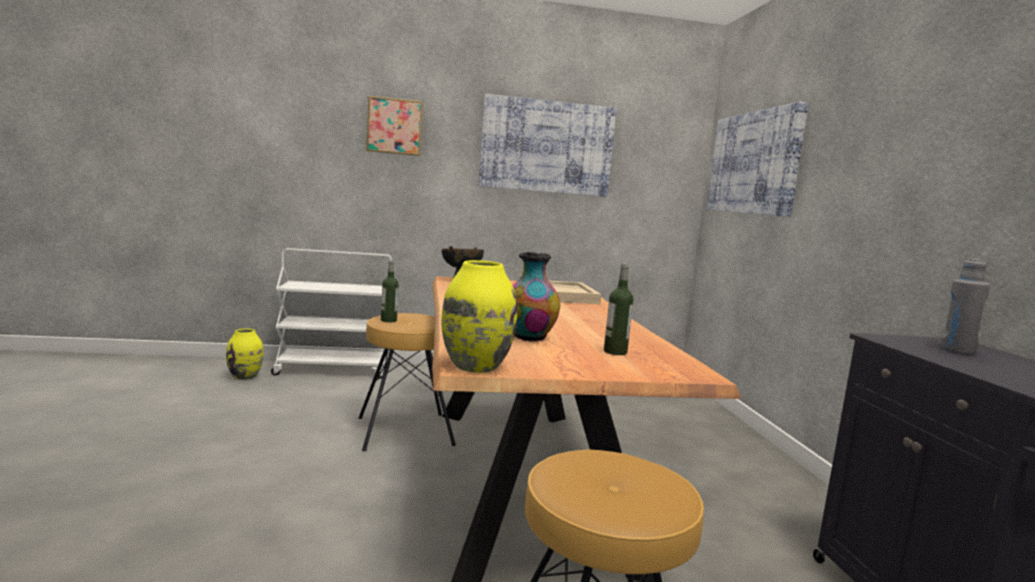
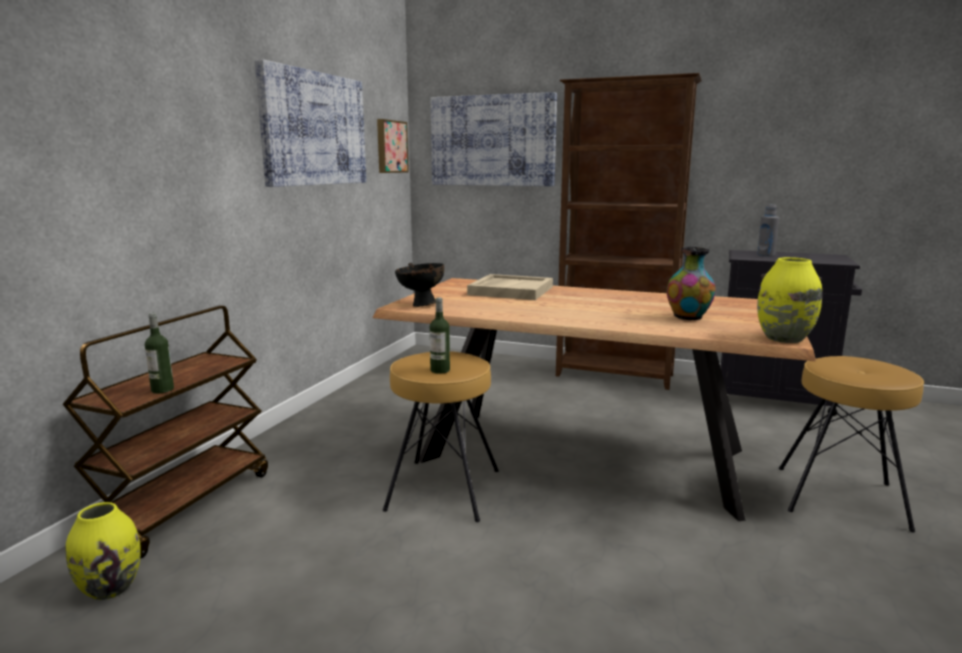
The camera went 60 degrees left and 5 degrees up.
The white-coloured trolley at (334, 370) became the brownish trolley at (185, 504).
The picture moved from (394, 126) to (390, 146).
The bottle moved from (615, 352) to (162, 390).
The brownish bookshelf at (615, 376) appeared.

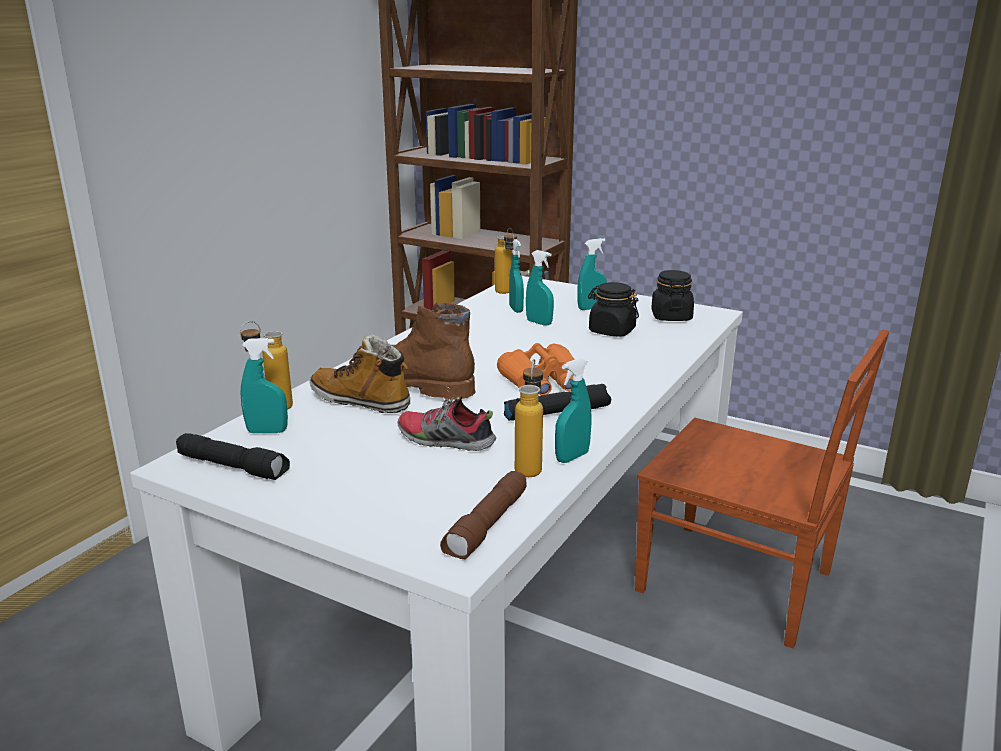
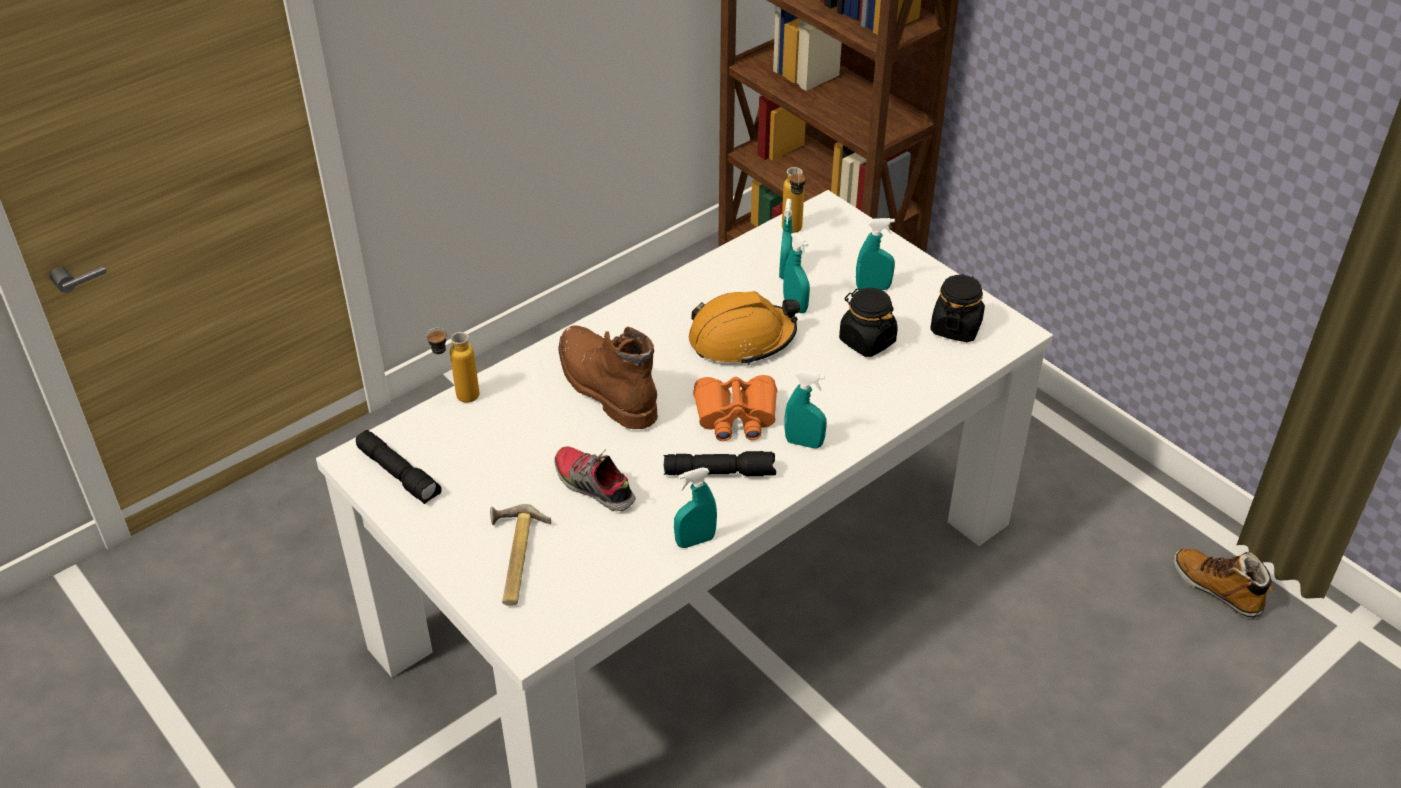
The camera went 20 degrees right and 20 degrees up.
The blue-green sprayer moved from (267, 431) to (804, 443).
The tall boot moved from (361, 401) to (1217, 589).
The brownish hand torch at (488, 526) disappeared.
The bottle at (529, 466) disappeared.
The brownish upright chair at (739, 583) disappeared.
The hand hammer at (513, 558) appeared.
The orangey work helmet at (742, 339) appeared.

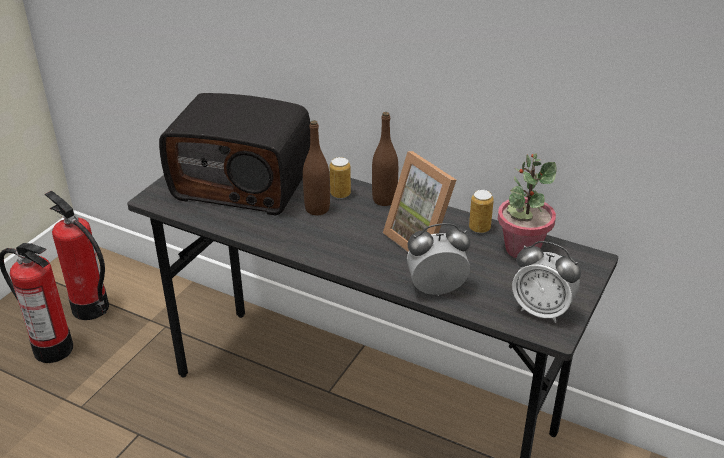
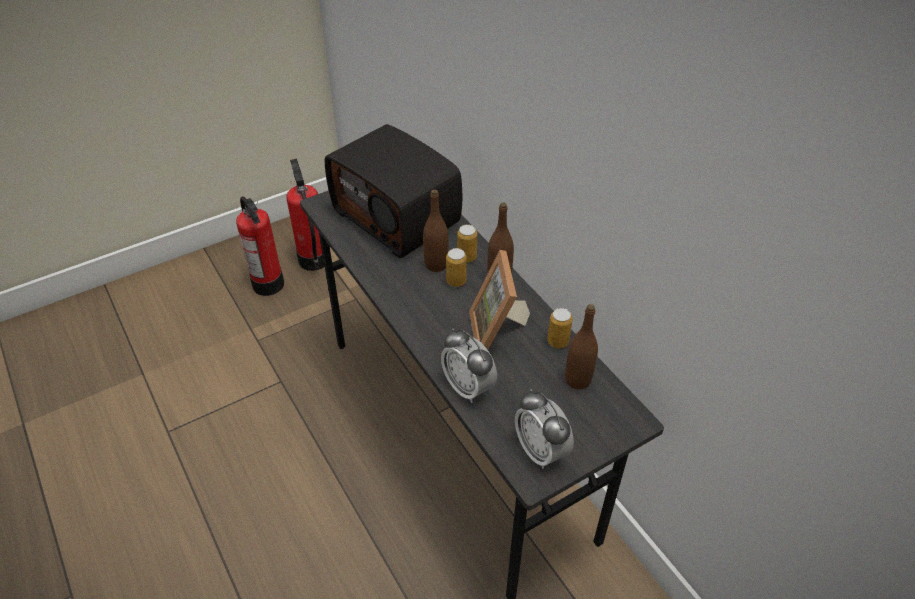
The camera went 30 degrees right and 10 degrees up.
The table clock at (436, 289) turned 150 degrees counterclockwise.
The potted plant at (521, 249) was replaced by the brownish bottle at (577, 380).
The can at (456, 281) appeared.

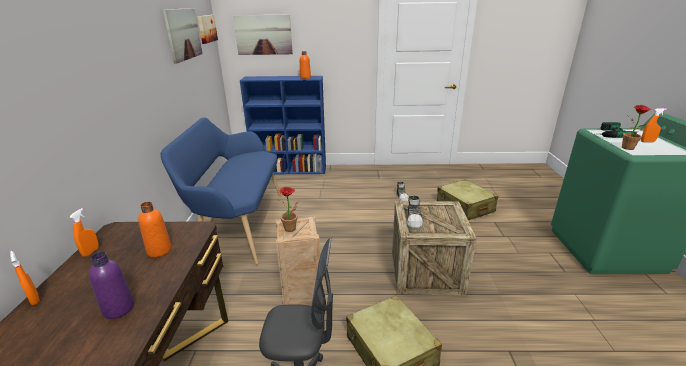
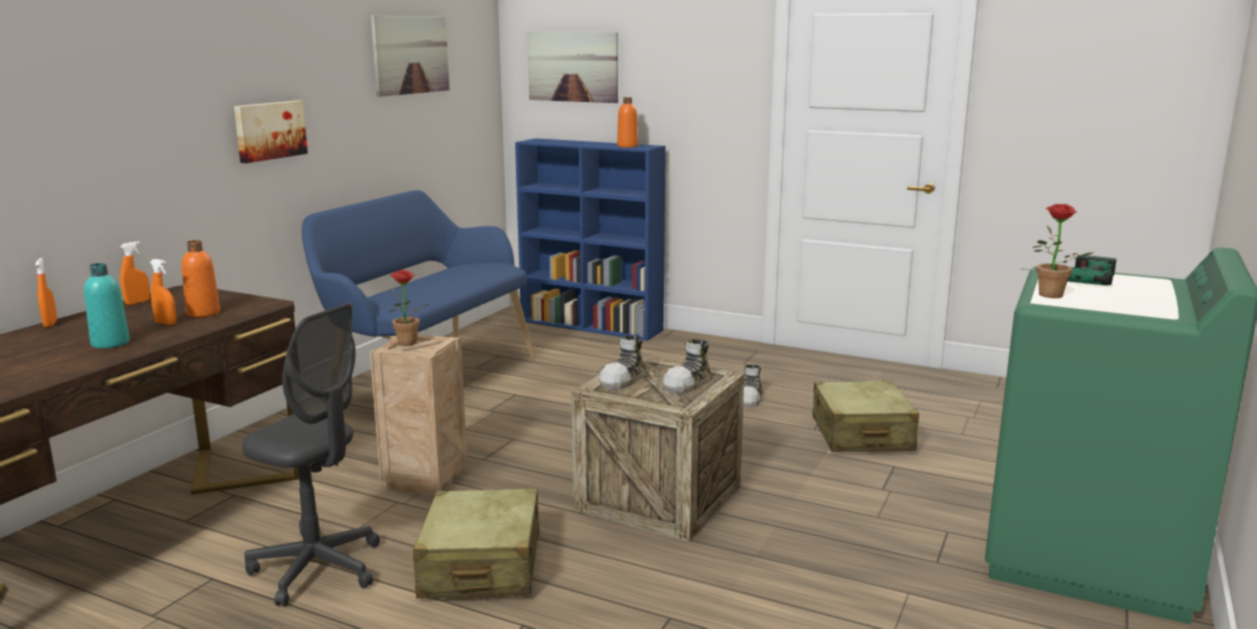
The camera went 25 degrees right and 10 degrees down.
The purplish bottle at (118, 308) became the blue-green bottle at (110, 343).
The picture moved from (206, 28) to (269, 130).
The orangey sprayer moved from (647, 141) to (166, 323).
The item of footwear at (688, 384) appeared.

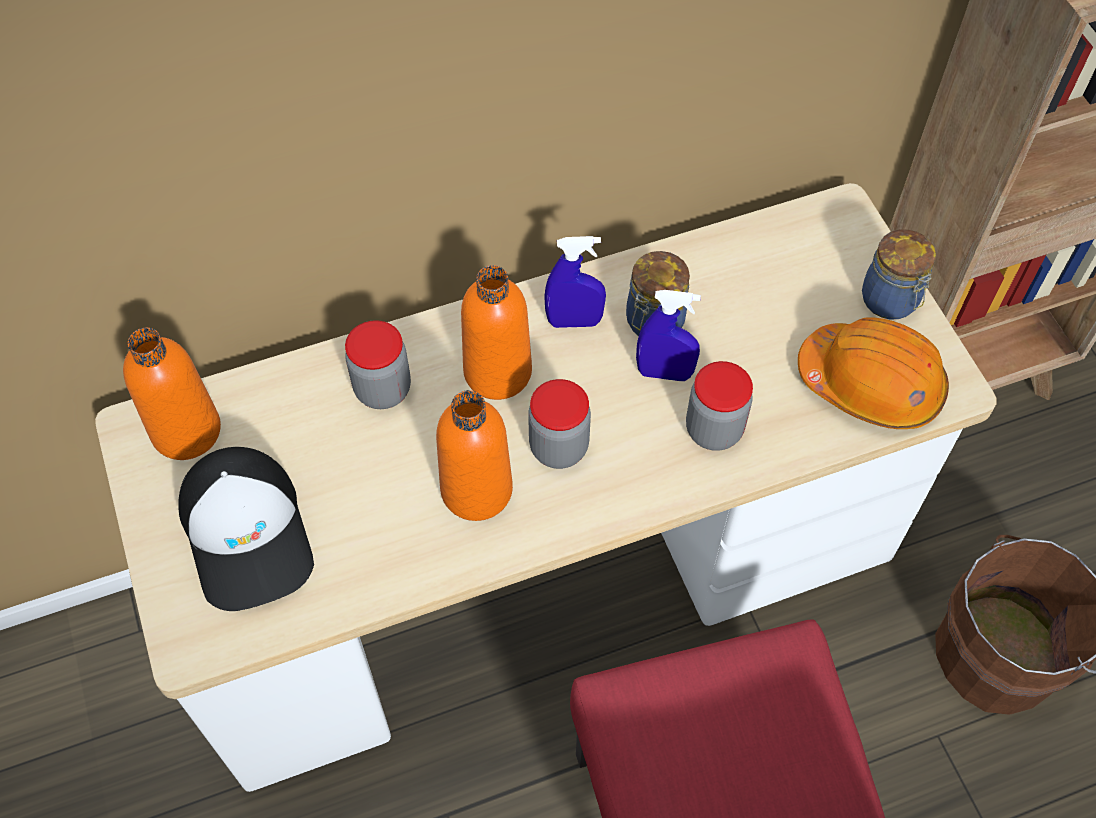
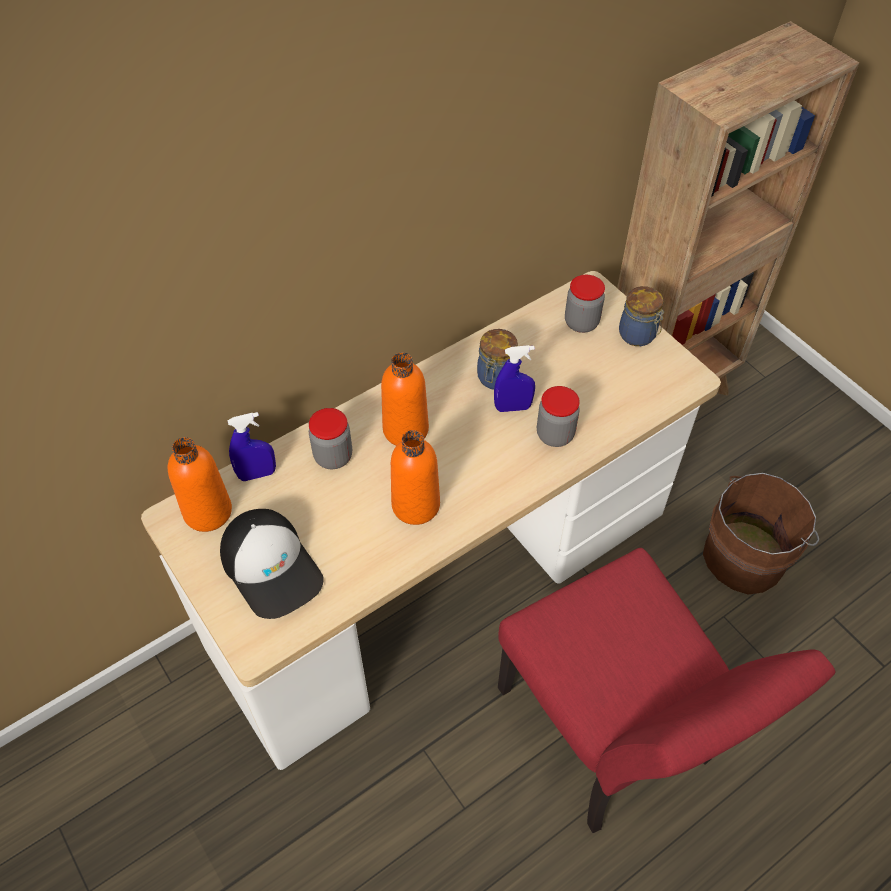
The camera went 15 degrees left and 5 degrees down.
The preserve jar moved from (559, 447) to (581, 322).
The blue-coloured sprayer moved from (574, 321) to (257, 474).
The orangey work helmet at (871, 384) disappeared.

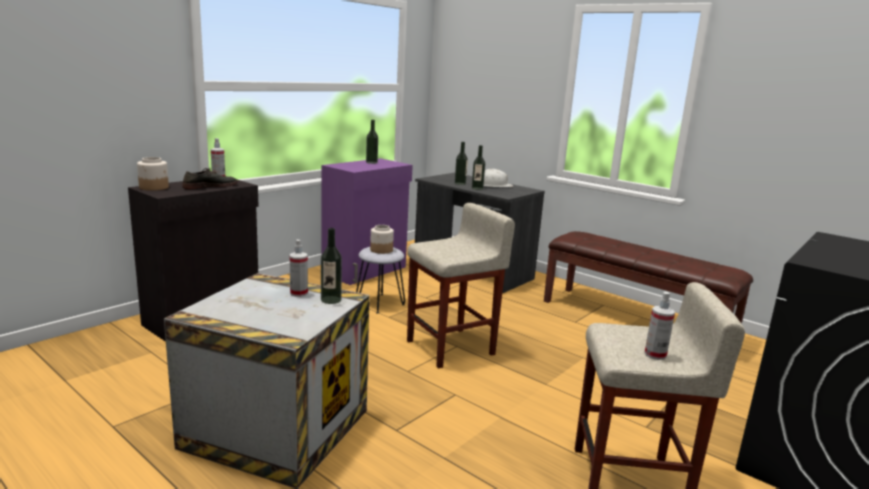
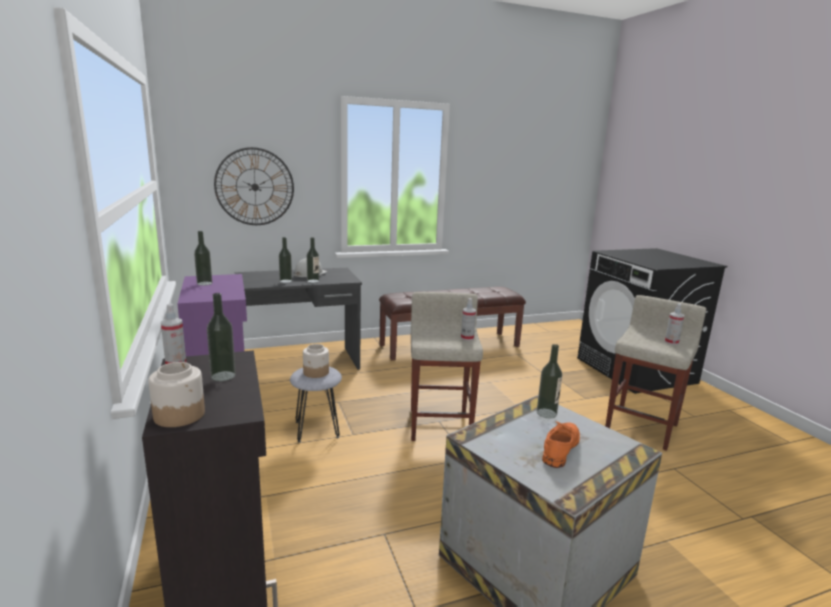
The camera went 60 degrees left and 0 degrees up.
The gray item of footwear at (210, 186) was replaced by the bottle at (223, 376).
The sprayer moved from (299, 293) to (467, 338).
The wall clock at (255, 187) appeared.
The orangey item of footwear at (560, 447) appeared.

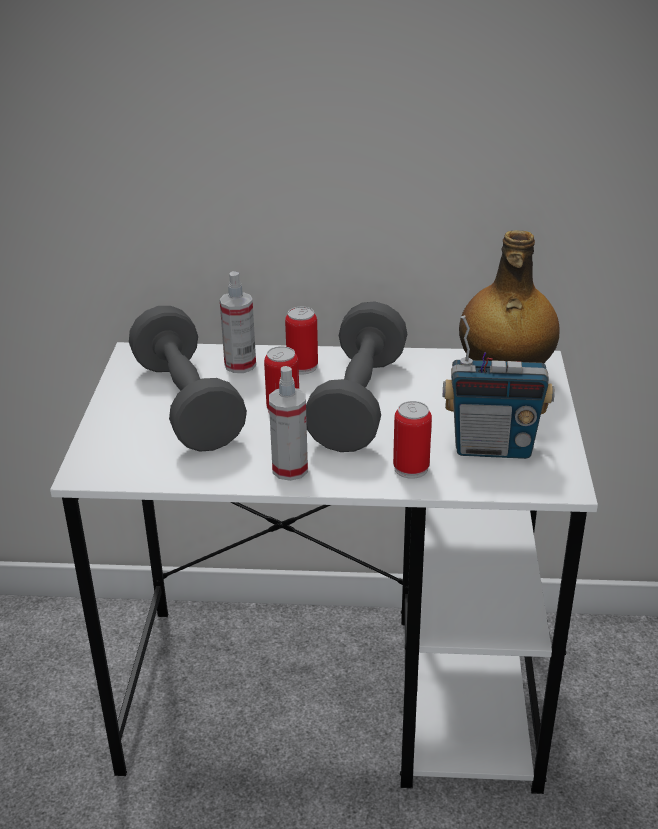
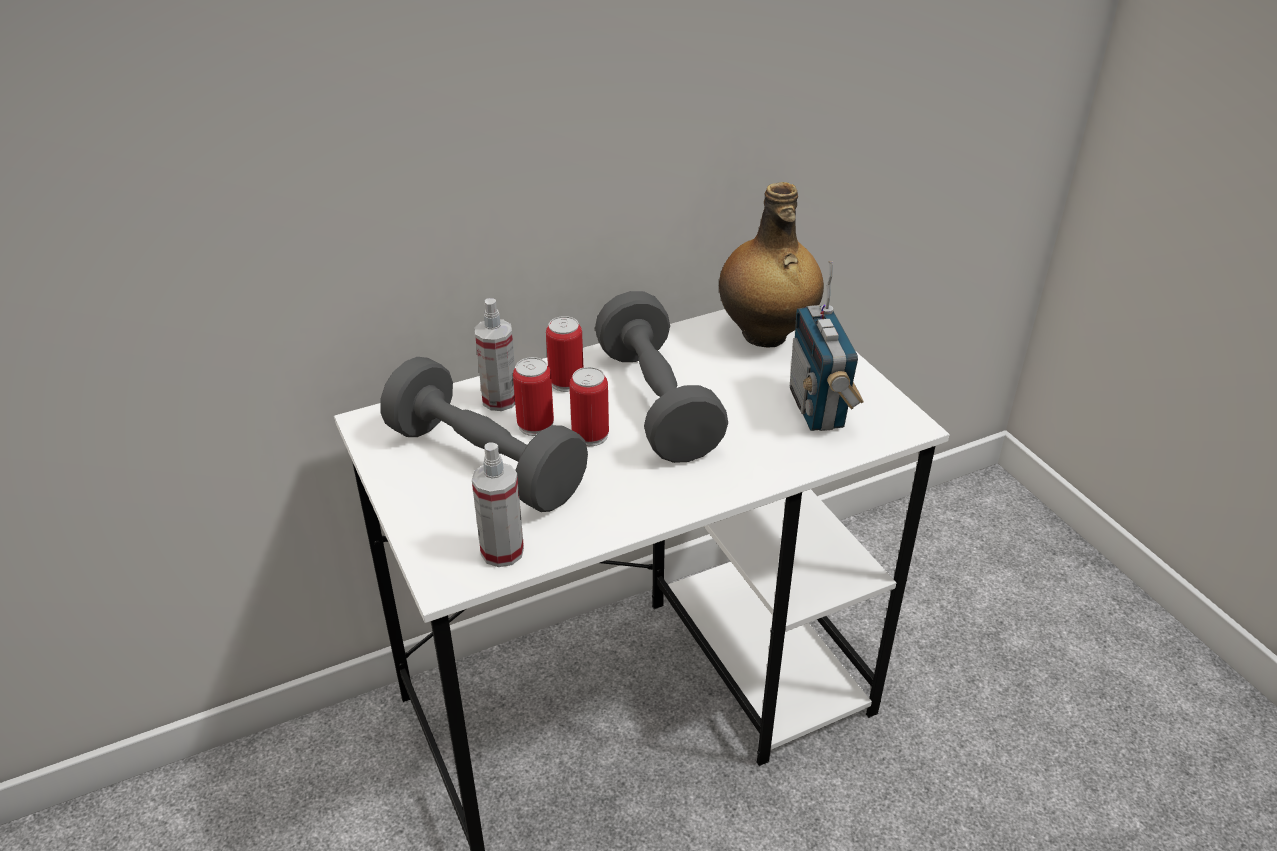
The camera went 30 degrees left and 5 degrees up.
The sprayer moved from (290, 469) to (502, 551).
The can moved from (411, 468) to (535, 425).
The radio set at (492, 447) turned 105 degrees clockwise.

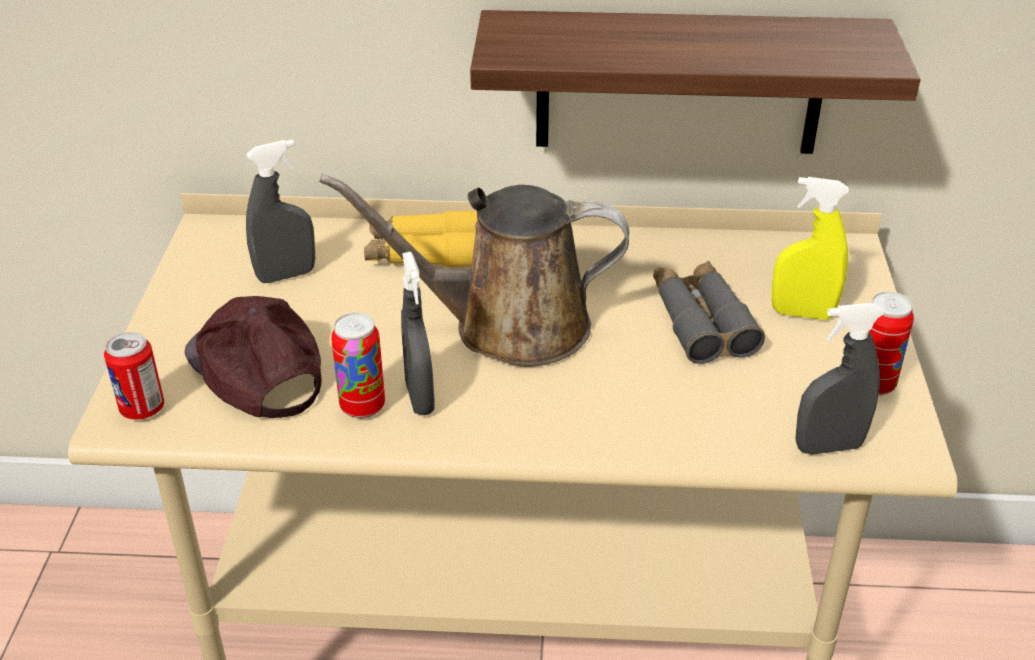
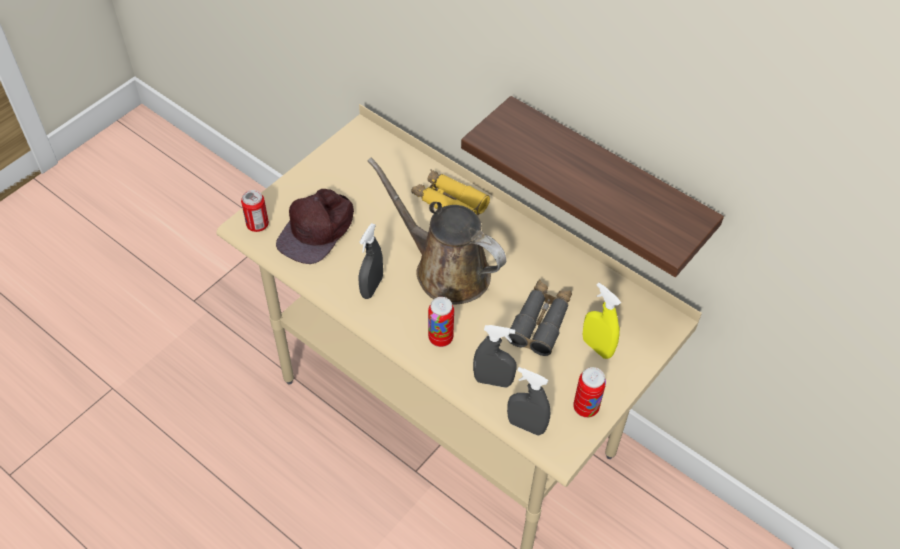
The camera went 35 degrees right and 15 degrees up.
The brownish cap at (256, 369) turned 150 degrees counterclockwise.
The gray sprayer moved from (286, 275) to (493, 381).
The can moved from (362, 407) to (440, 338).

